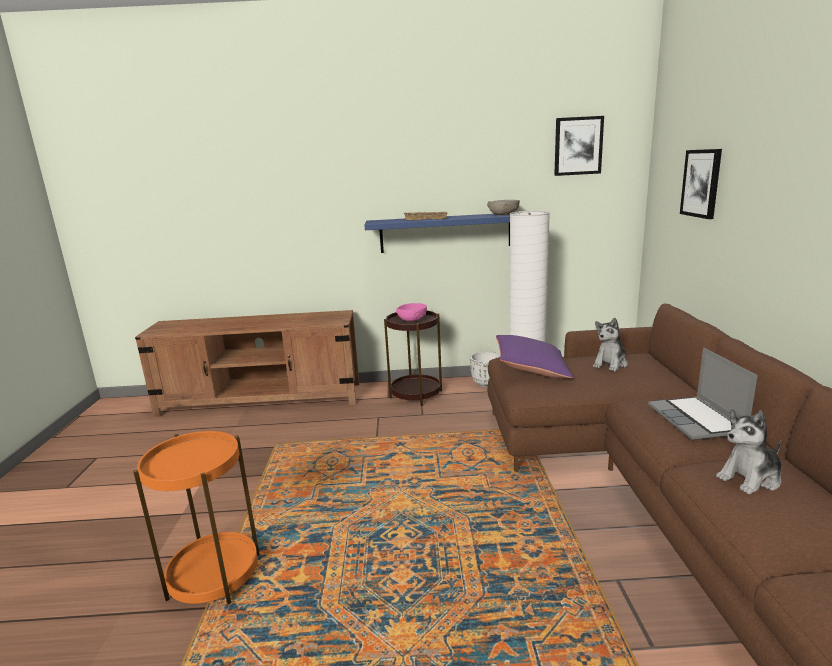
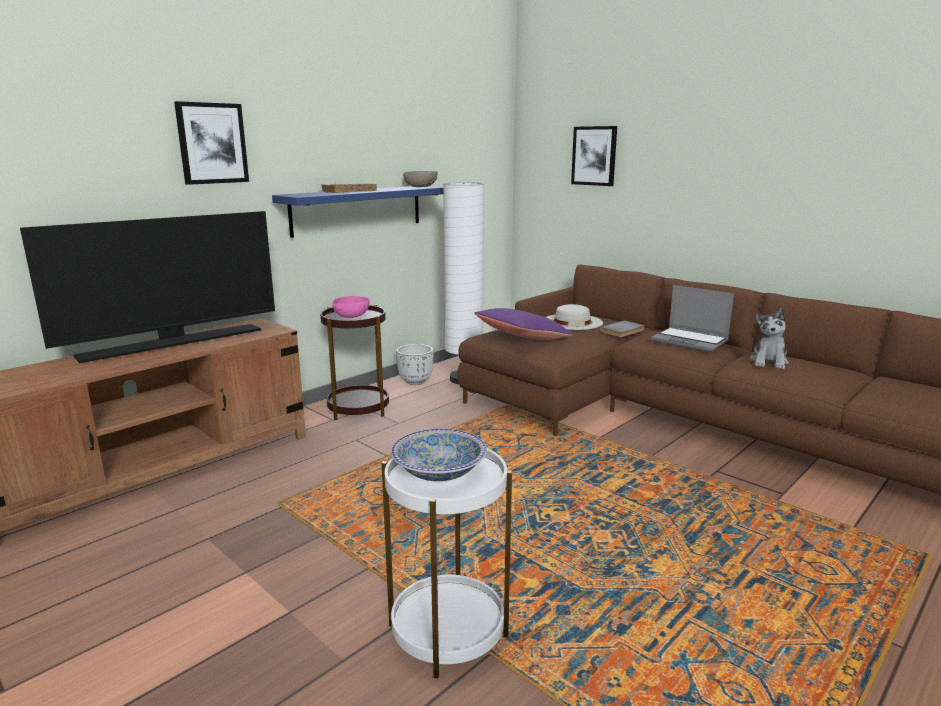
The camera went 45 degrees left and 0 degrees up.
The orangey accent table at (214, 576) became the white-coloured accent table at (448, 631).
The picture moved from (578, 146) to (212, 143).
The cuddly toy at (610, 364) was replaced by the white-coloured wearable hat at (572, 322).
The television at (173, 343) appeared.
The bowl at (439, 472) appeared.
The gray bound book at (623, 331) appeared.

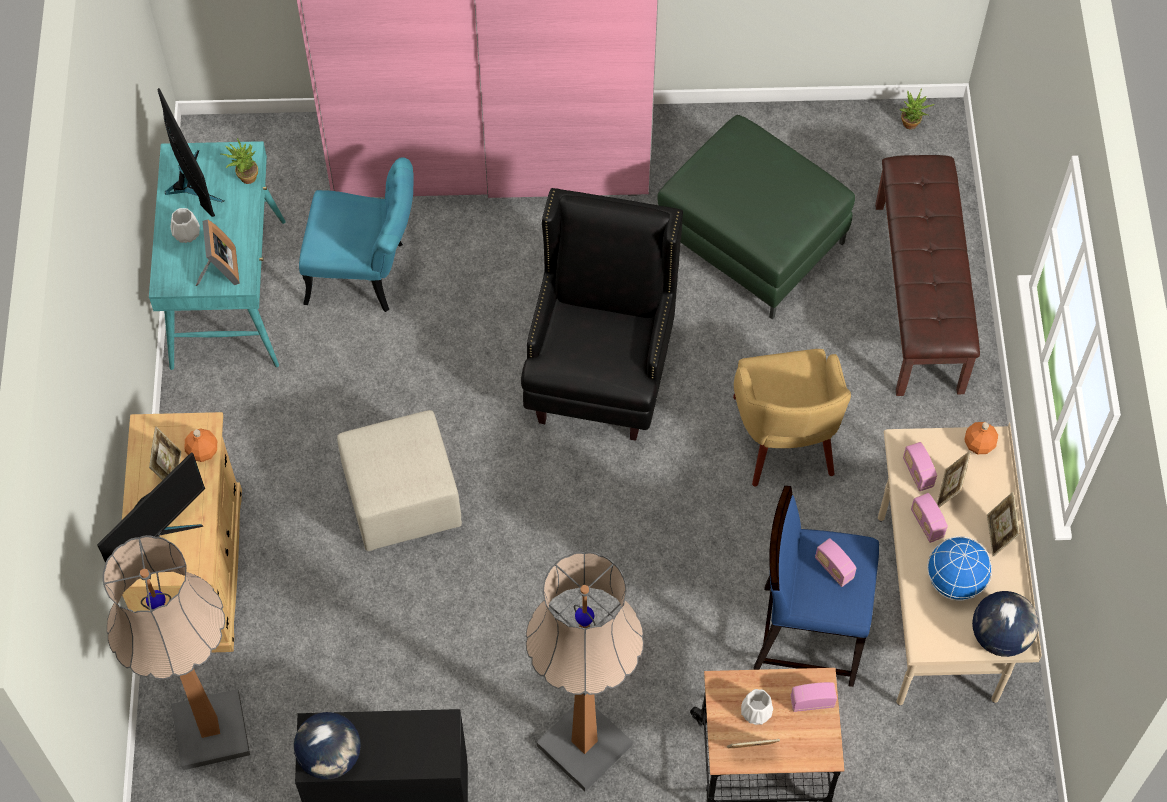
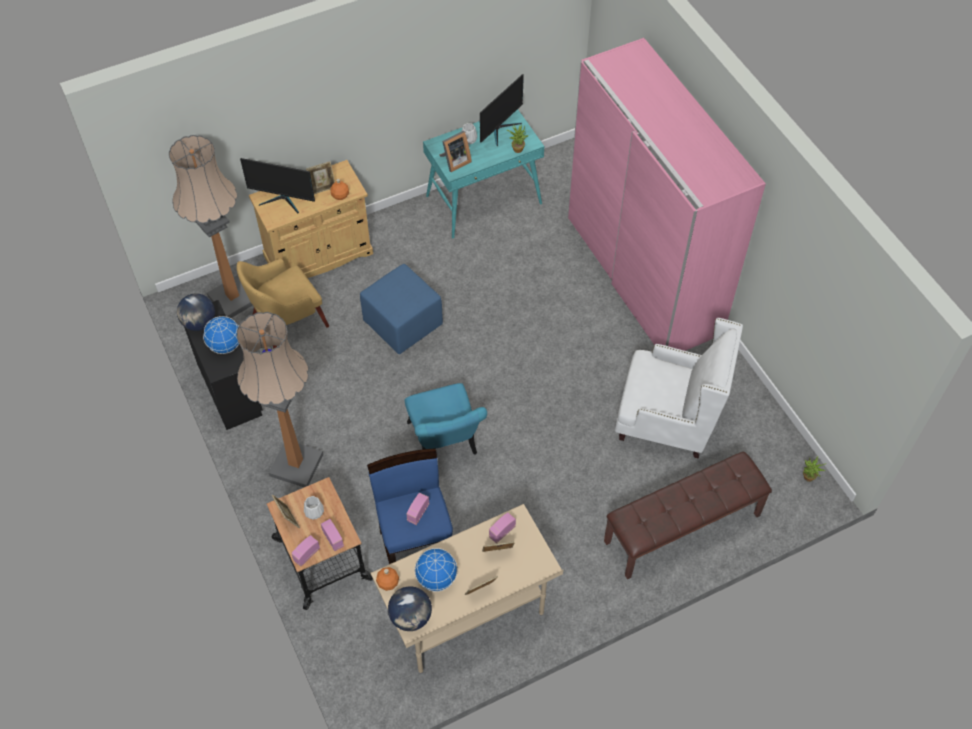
The camera went 65 degrees right and 5 degrees down.
The blue-green upright chair moved from (366, 273) to (445, 444).
The beige-coloured pouffe at (404, 498) became the blue-coloured pouffe at (404, 324).
The black lounge chair at (599, 375) disappeared.
The green-coloured pouffe at (751, 240) was replaced by the white-coloured lounge chair at (666, 423).
The yellow lounge chair moved from (784, 439) to (287, 324).
The radio set moved from (927, 524) to (306, 554).
The orangey bottle moved from (978, 444) to (388, 582).
The globe at (225, 345) appeared.

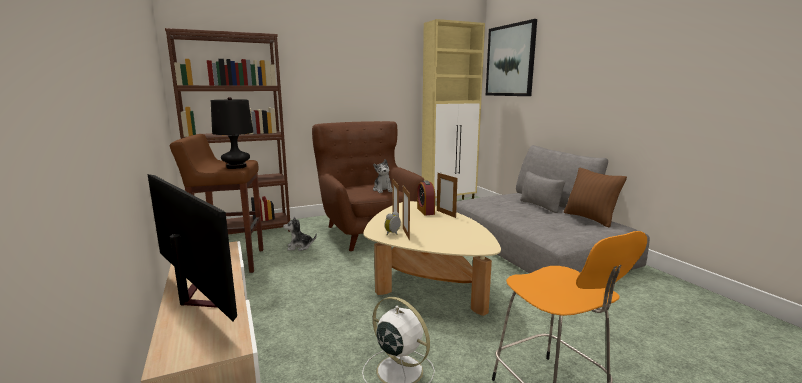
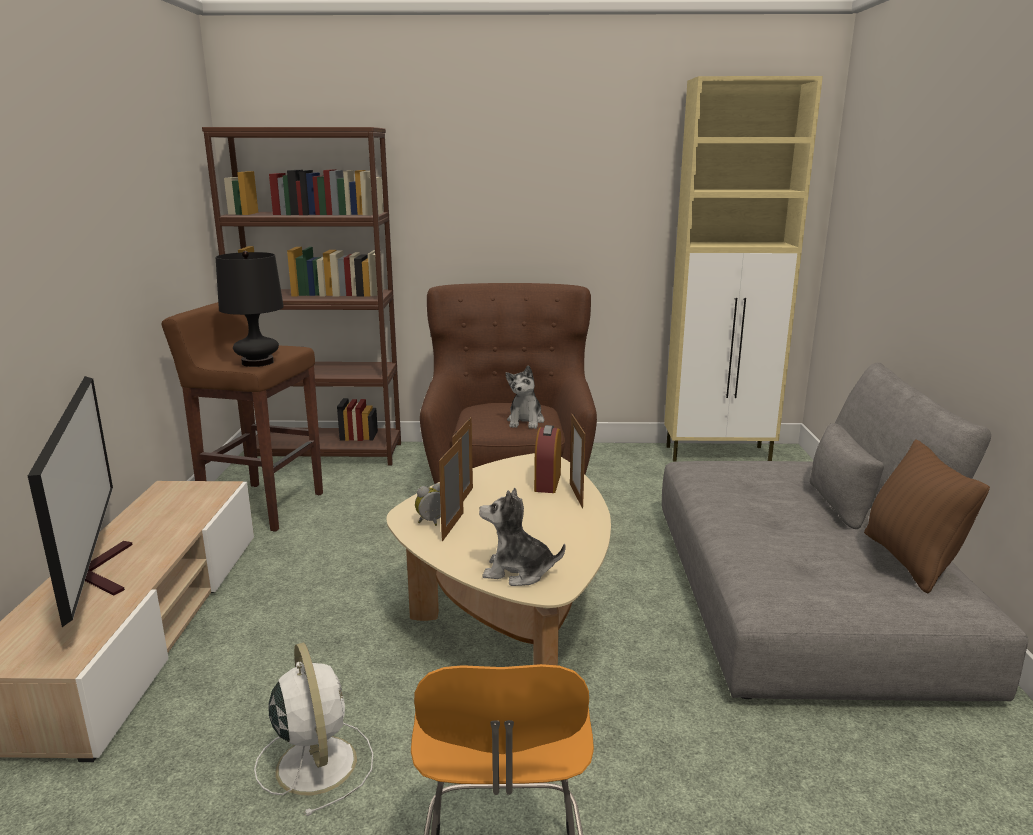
The camera went 25 degrees right and 5 degrees up.
The cuddly toy moved from (299, 247) to (518, 572).
The picture at (510, 60) disappeared.

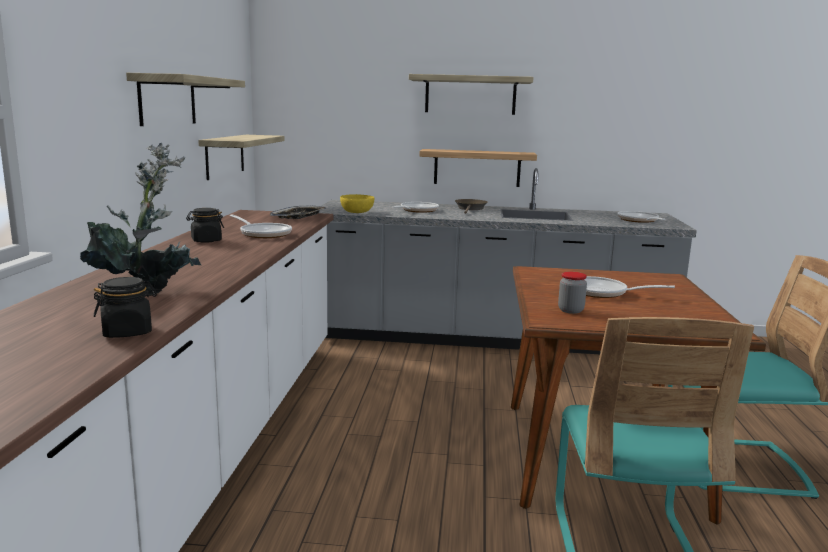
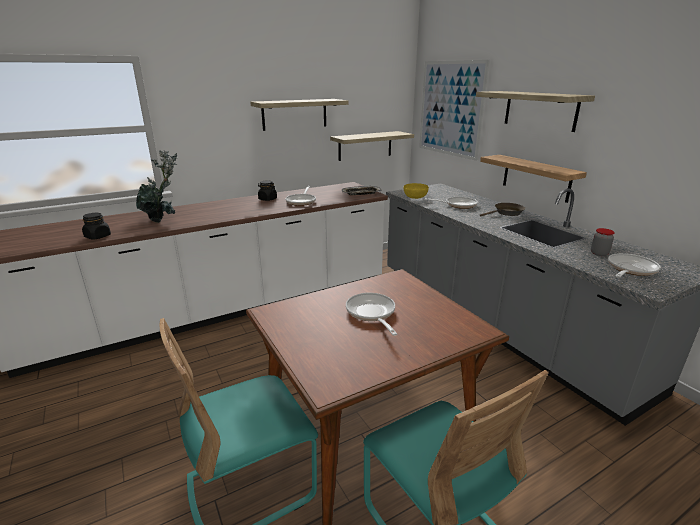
The camera went 55 degrees right and 10 degrees up.
The preserve jar moved from (570, 310) to (599, 253).
The picture at (450, 109) appeared.

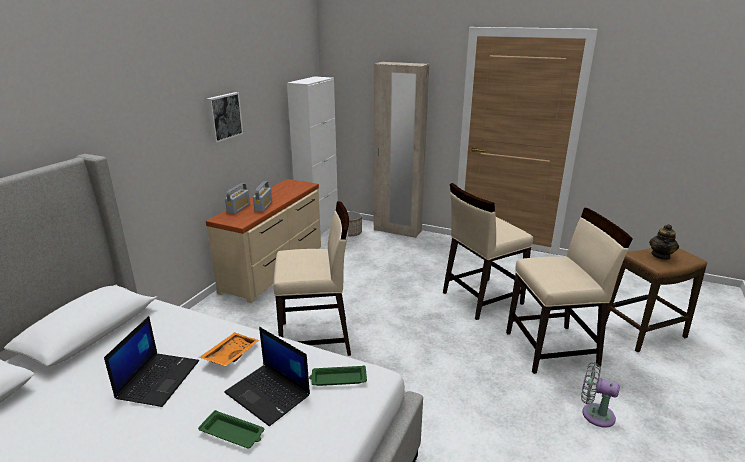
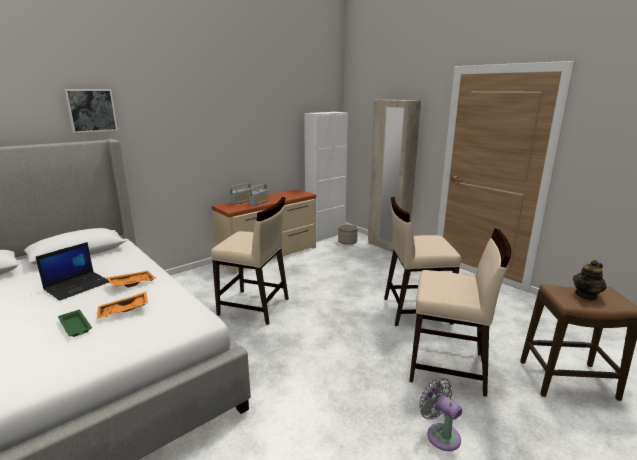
The camera went 25 degrees right and 5 degrees down.
The picture moved from (223, 116) to (91, 110).
The notebook computer at (269, 394) was replaced by the orangey tray at (124, 311).
The green-coloured tray at (337, 379) disappeared.

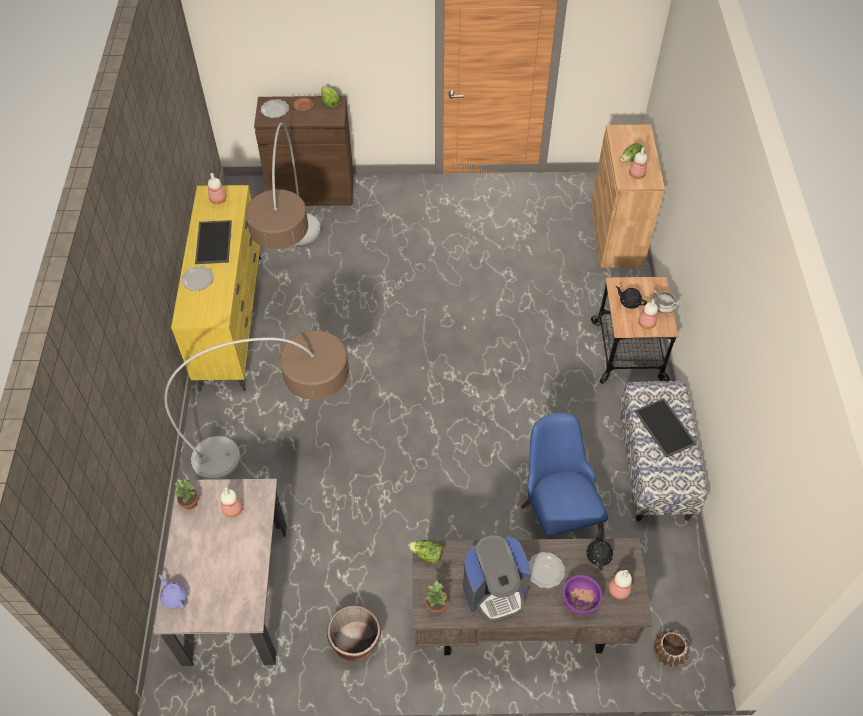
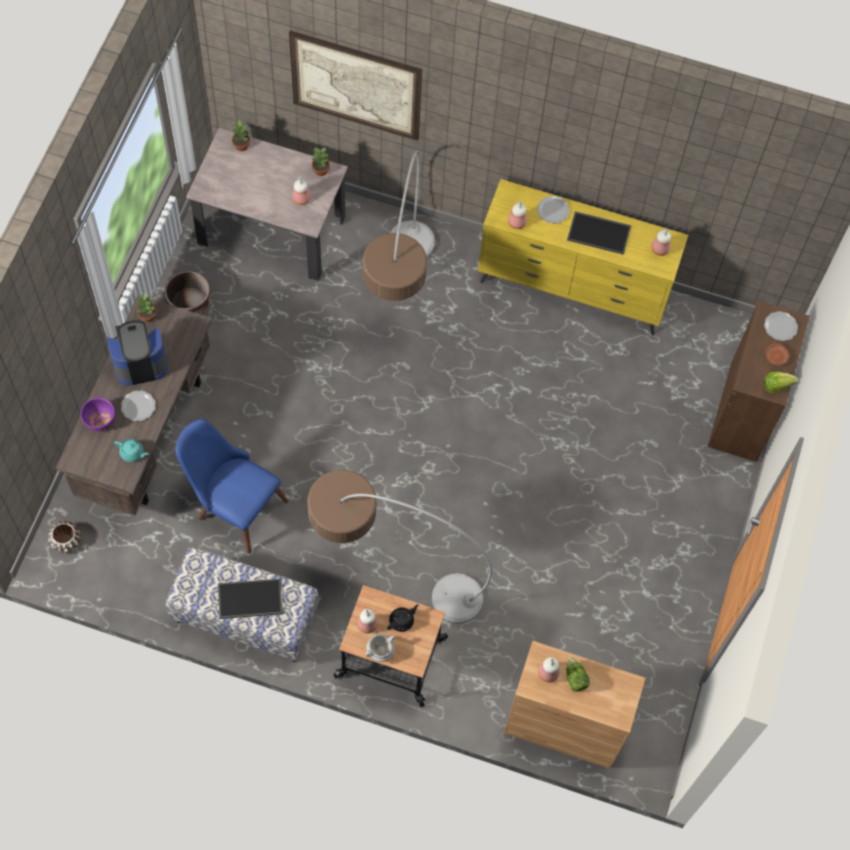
The camera went 105 degrees right and 10 degrees up.
The purplish tea pot at (174, 597) was replaced by the potted plant at (241, 145).
The standing lamp moved from (296, 272) to (390, 577).
The head of lettuce at (427, 554) disappeared.
The coffee brewer at (495, 590) turned 75 degrees clockwise.
The blue-coloured upright chair at (557, 515) turned 150 degrees counterclockwise.
The black tea pot at (598, 555) became the blue-green tea pot at (132, 453).
The bottle moved from (619, 590) to (516, 223).
The picture at (356, 86) appeared.

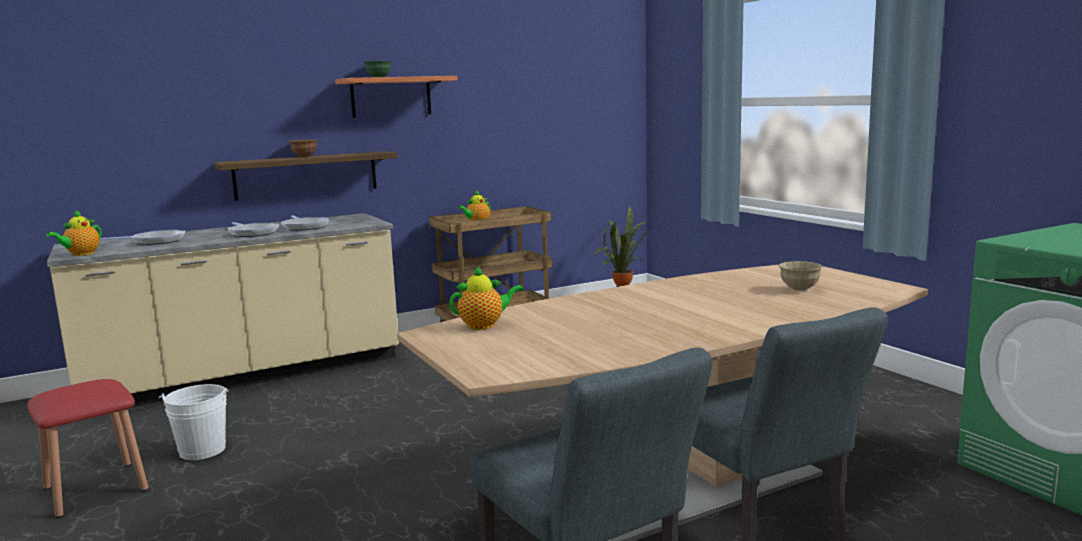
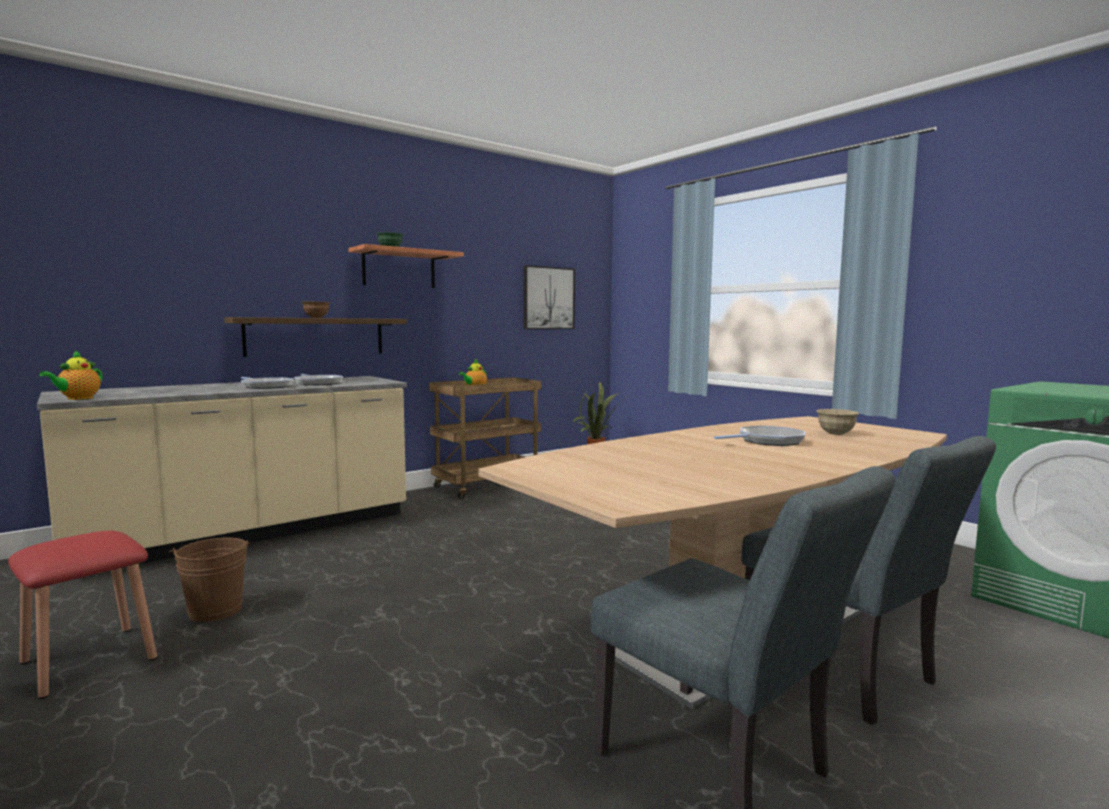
The camera went 10 degrees left and 5 degrees down.
The frying pan moved from (155, 241) to (767, 441).
The white-coloured bucket at (202, 450) became the brownish bucket at (215, 611).
The tea pot at (484, 325) disappeared.
The picture at (548, 298) appeared.

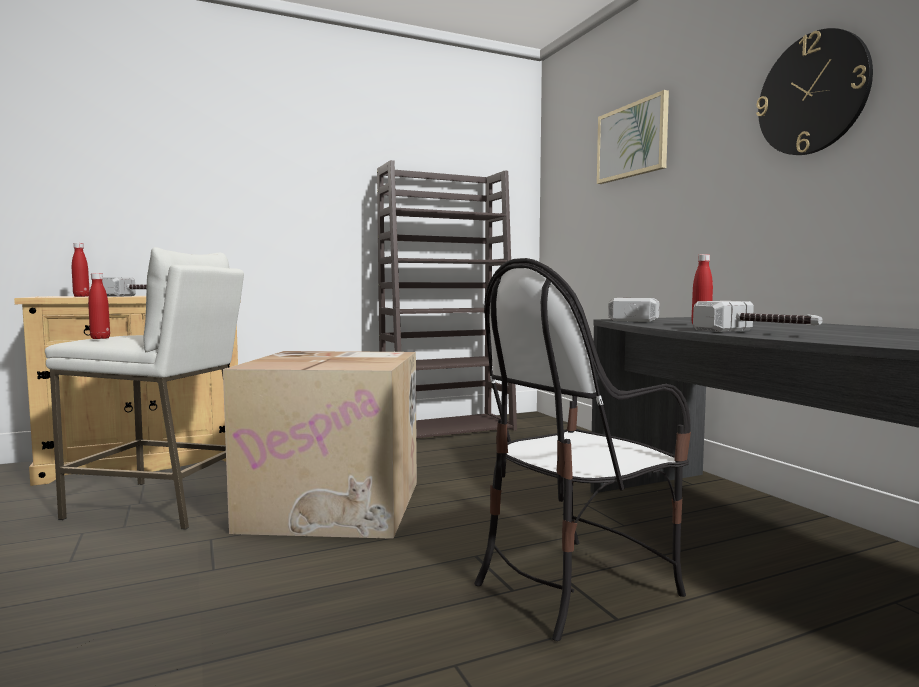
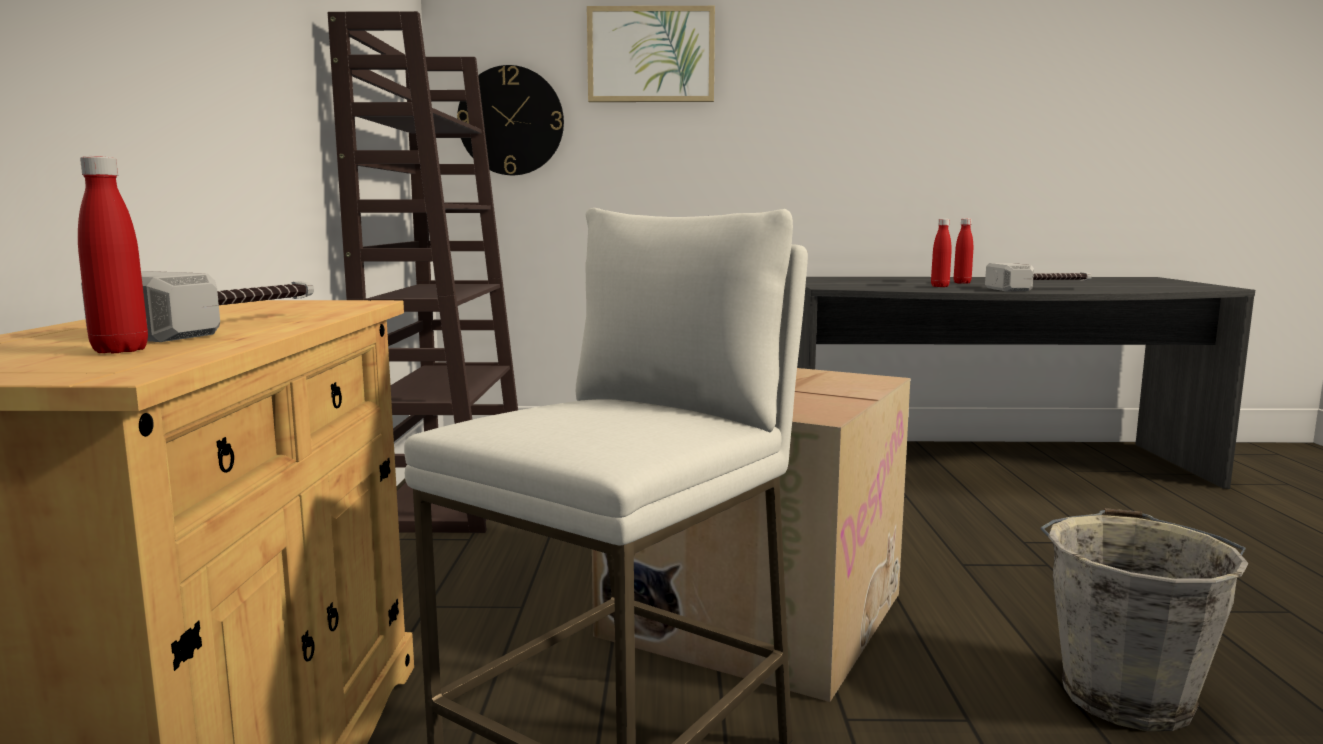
The camera went 65 degrees left and 5 degrees up.
The red bottle moved from (100, 338) to (962, 283).
The upright chair at (575, 585) disappeared.
The hand hammer at (639, 319) disappeared.
The wall clock moved from (812, 94) to (511, 121).
The gray bucket at (1126, 695) appeared.

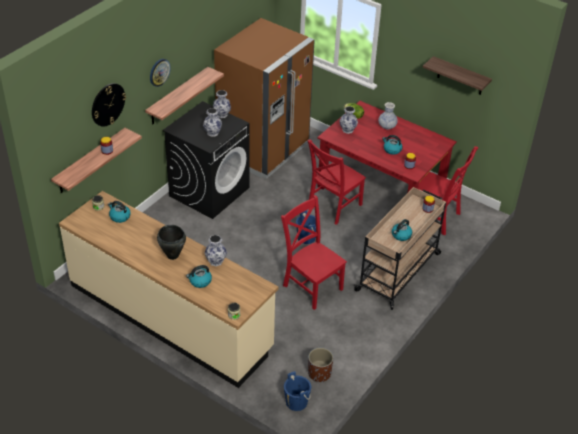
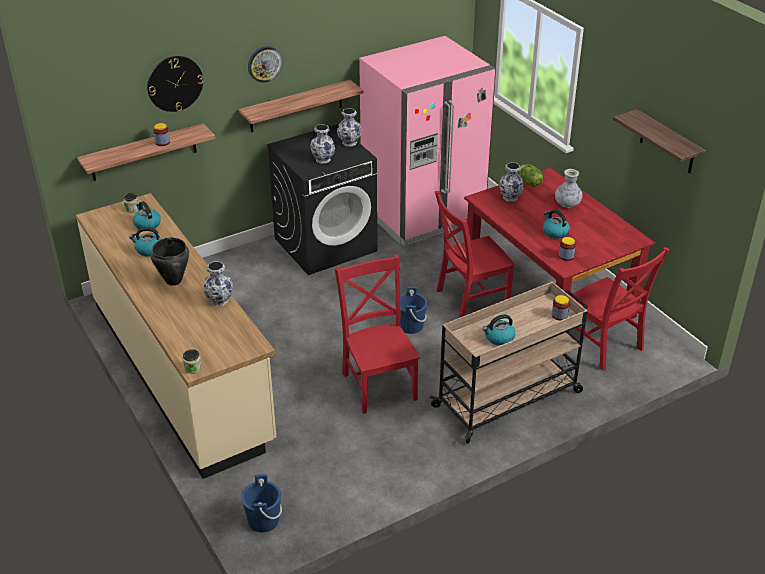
The camera went 25 degrees right and 5 degrees down.
The tea kettle moved from (200, 281) to (149, 250).
The brownish fridge at (263, 150) became the pink-coloured fridge at (423, 214).
The brownish plant pot at (319, 373) disappeared.

